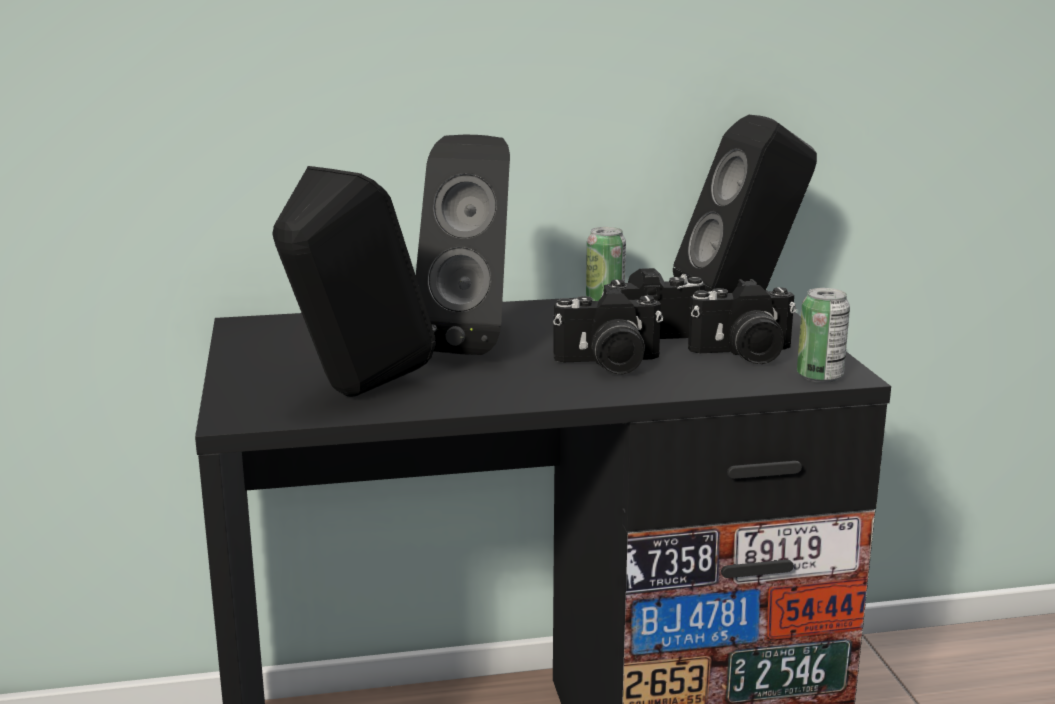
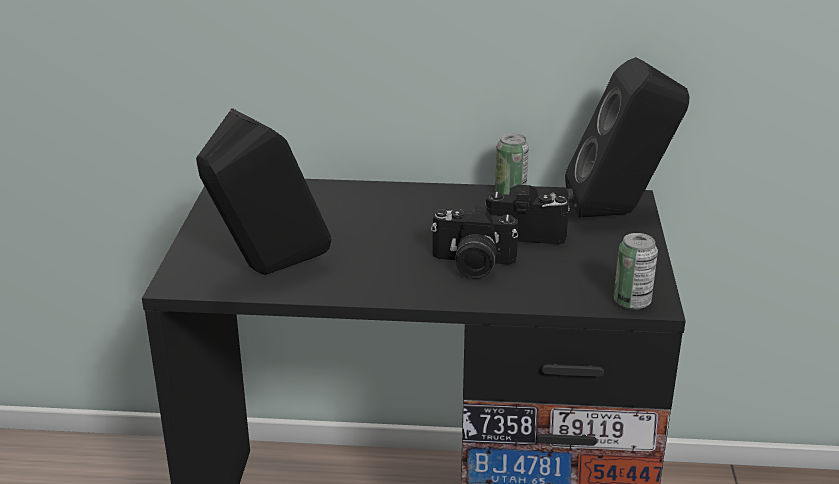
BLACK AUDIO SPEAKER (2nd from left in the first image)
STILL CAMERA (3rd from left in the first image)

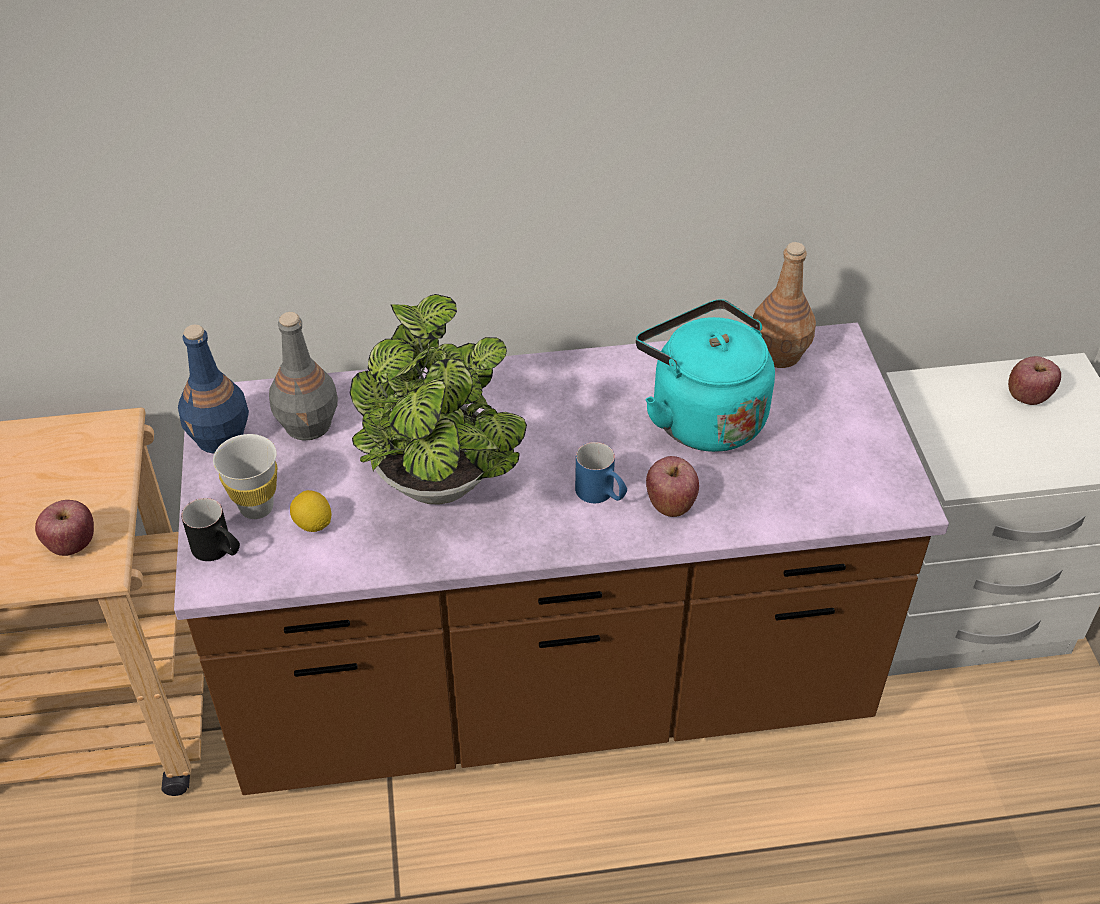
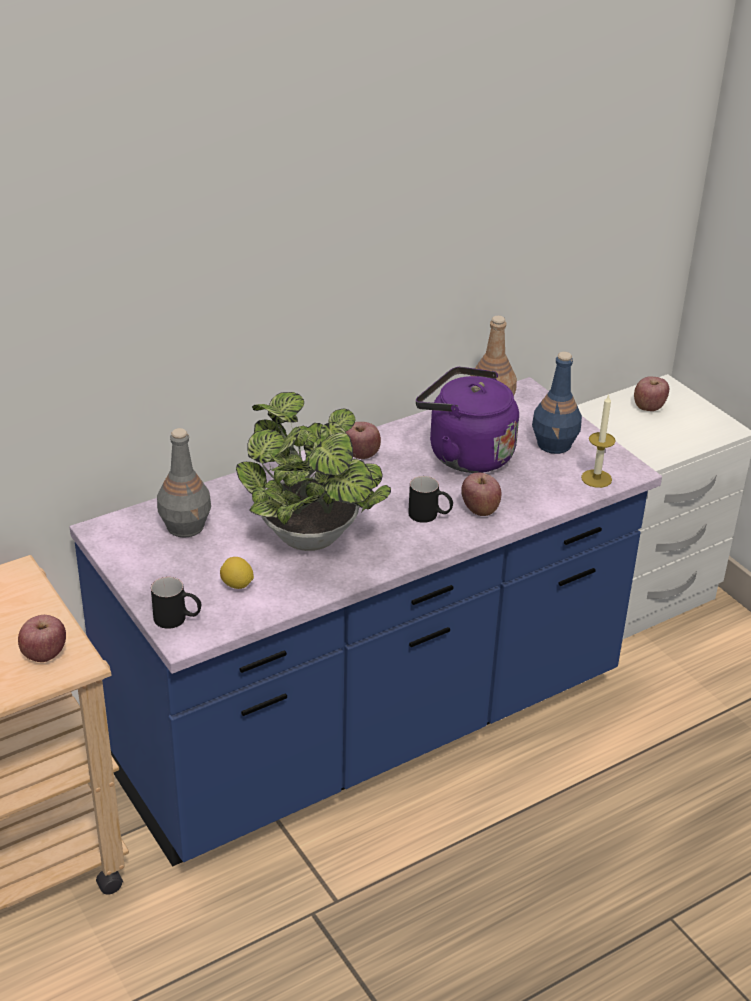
BLUE KITCHEN BASE UNIT
BLUE BOTTLE
WHITE-COLOURED SMALL CUP
BLACK COFFEE MUG (2nd from left)
PURPLE-COLOURED KETTLE
APPLE FRUIT (2nd from left)
WAX LIGHT

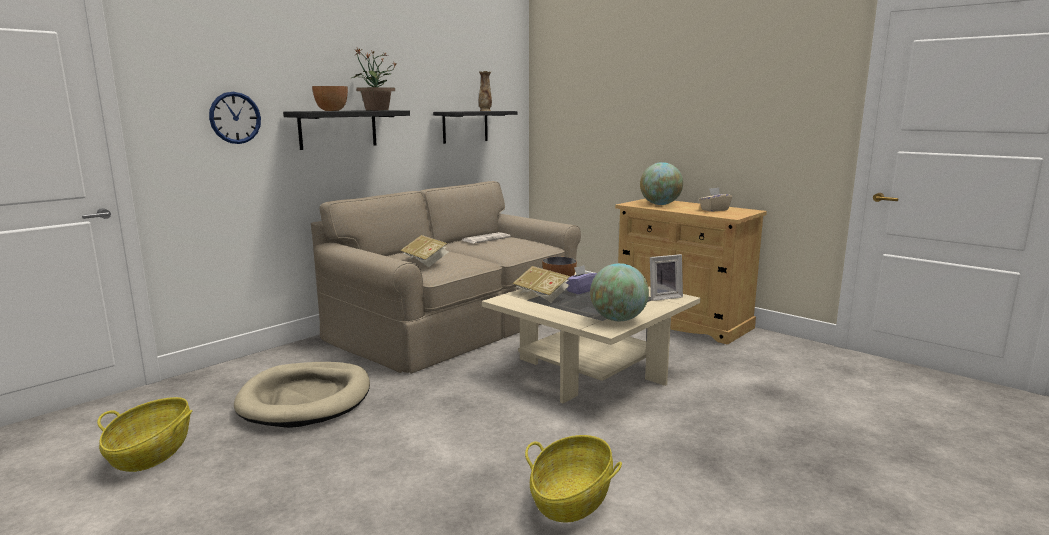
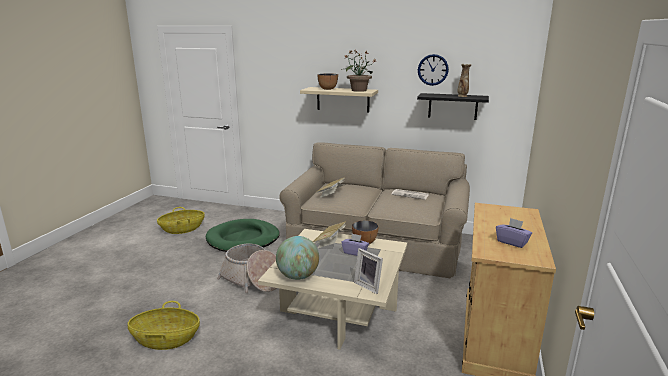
WALL CLOCK
GREENISH DOG BED
BEIGE-COLOURED WALL SHELF
WORLD GLOBE (2nd from left in the first image)
PURPLE-COLOURED TISSUE BOX (2nd from left)
BASKET (3rd from left)

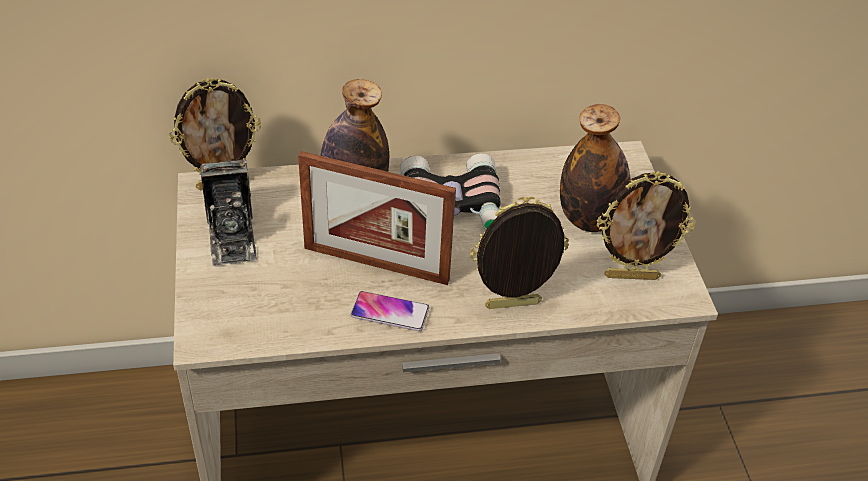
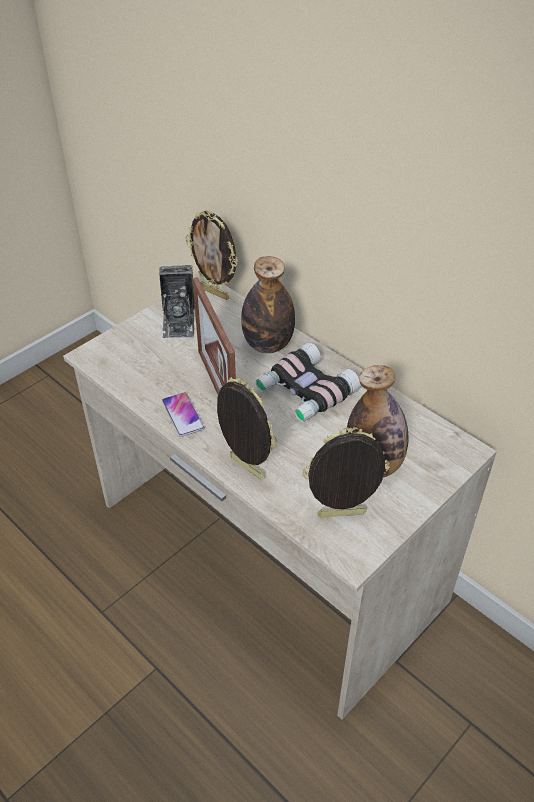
STILL CAMERA
STANDING FRAME (4th from left)

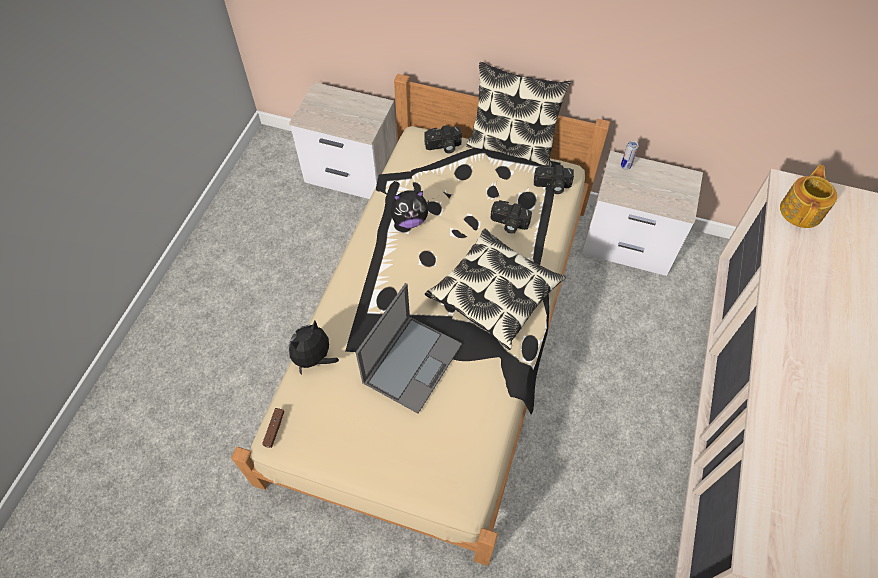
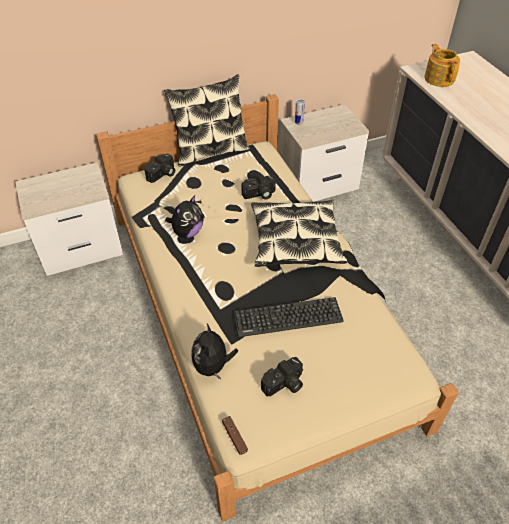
COMPUTER KEYBOARD
STILL CAMERA (3rd from left)

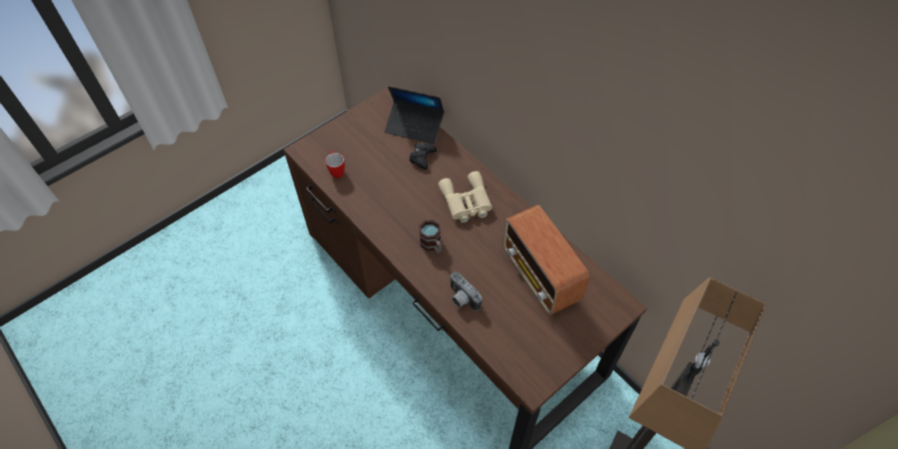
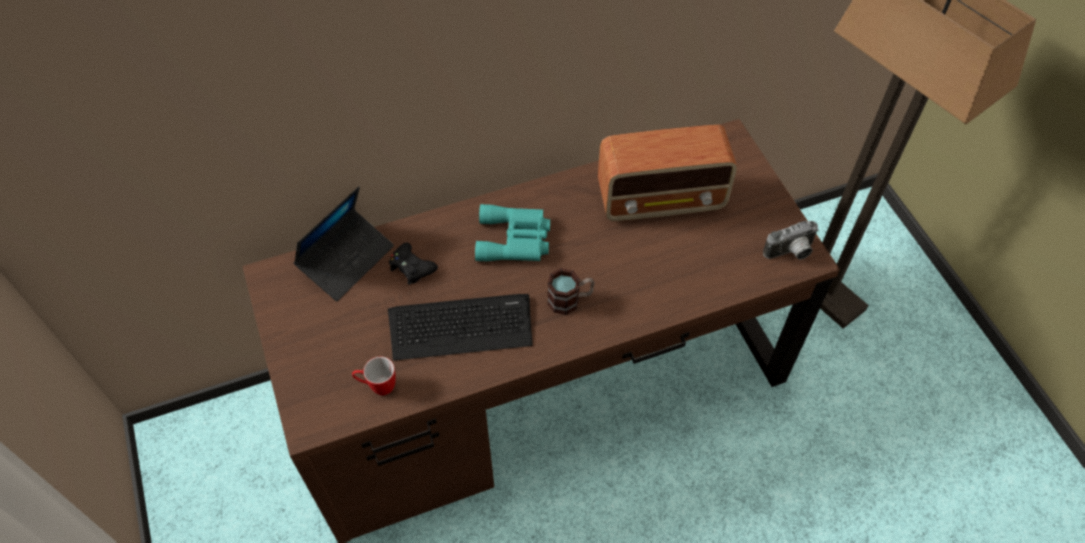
TURQUOISE BINOCULARS
STILL CAMERA
COMPUTER KEYBOARD

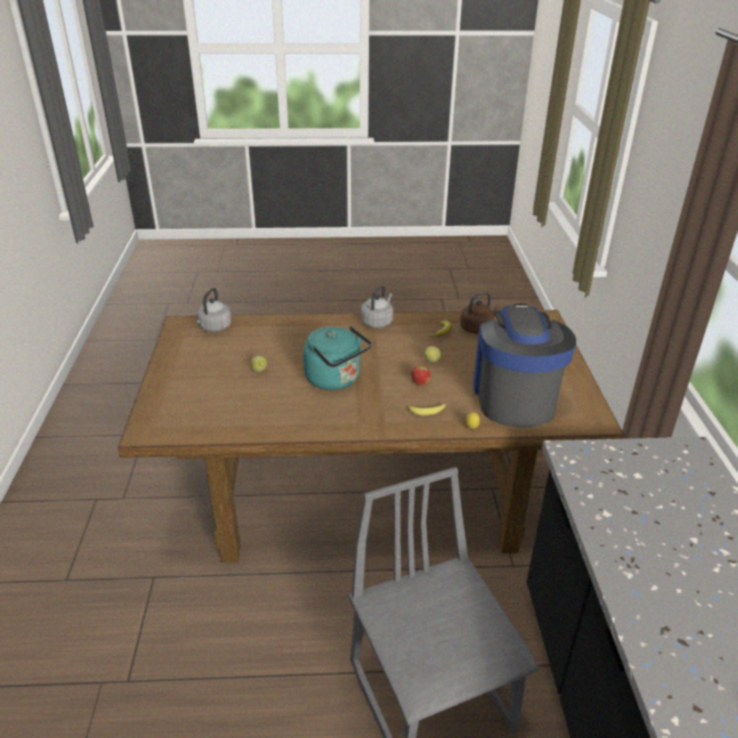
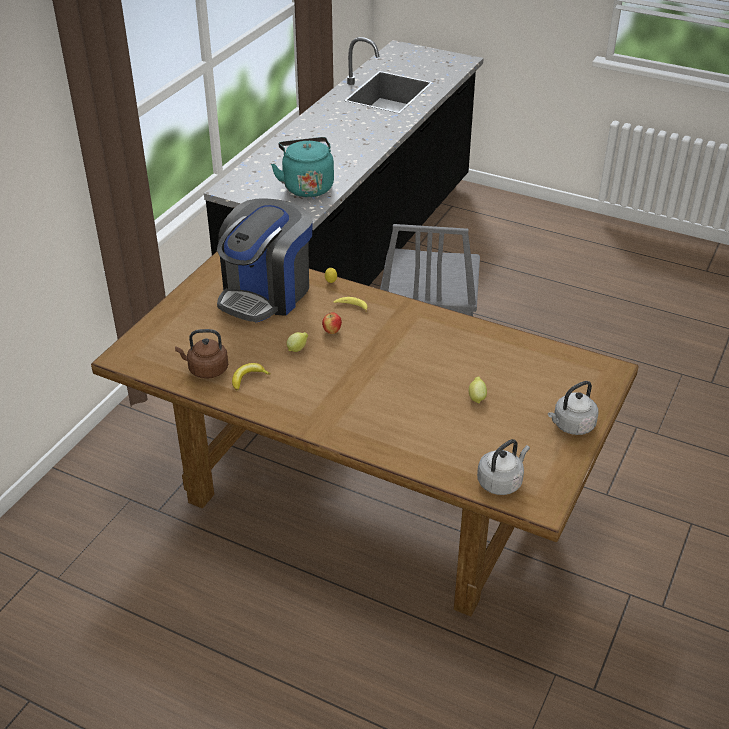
TURQUOISE KETTLE
GRAY KETTLE (2nd from left)

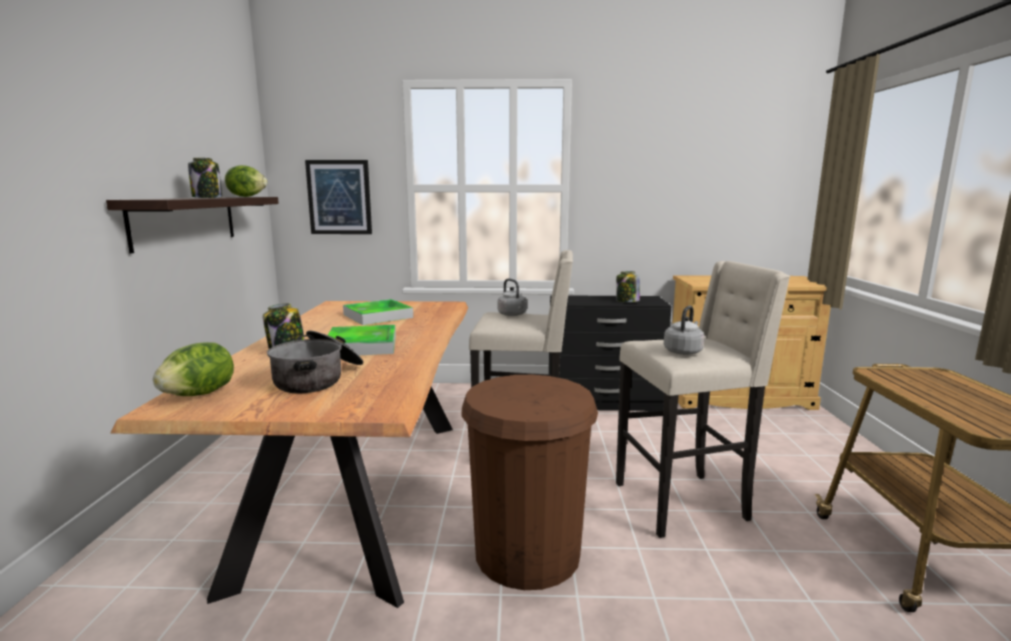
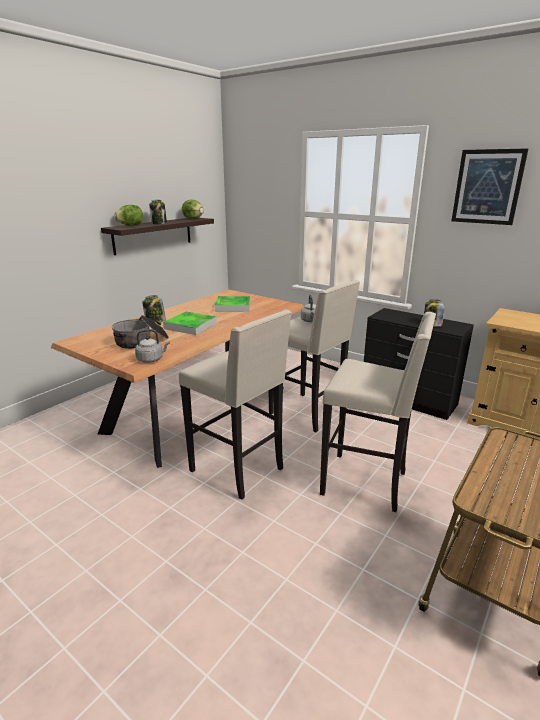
LETTUCE (1st from left)
WALL PICTURE
BEIGE-COLOURED SITTING STOOL (1st from left)
GRAY KETTLE (1st from left)

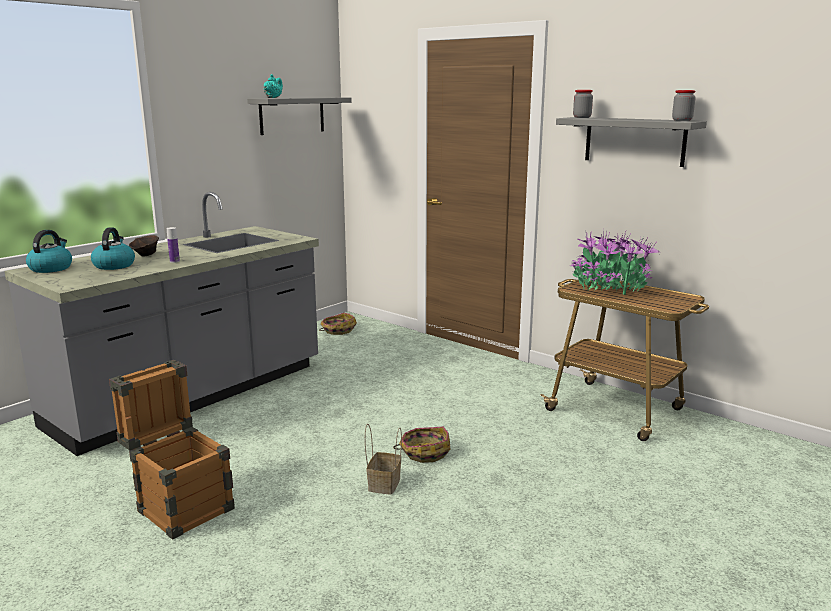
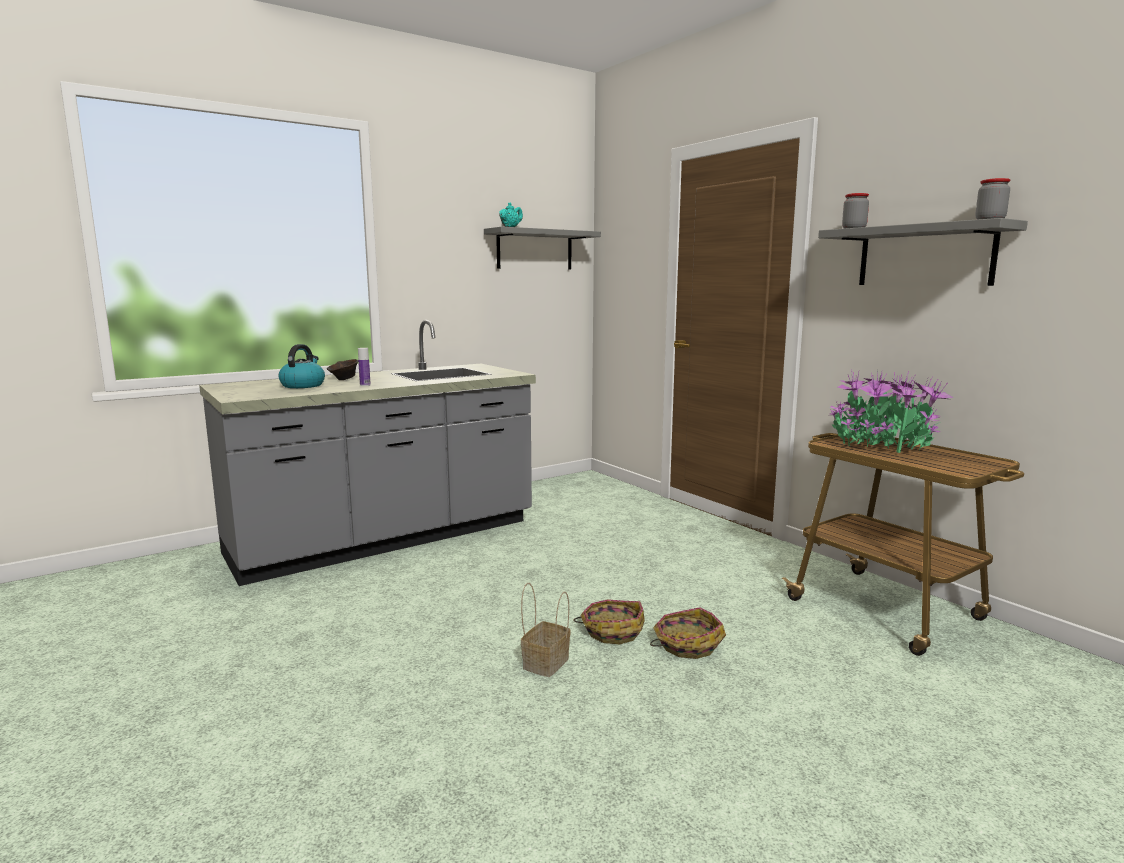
KETTLE (1st from left in the first image)
PACKING CRATE
BASKET (3rd from left)

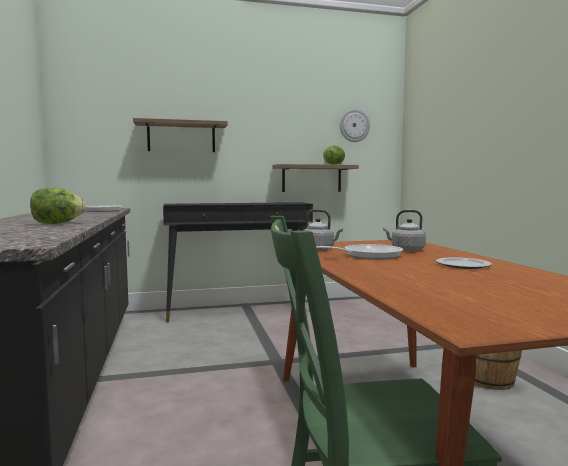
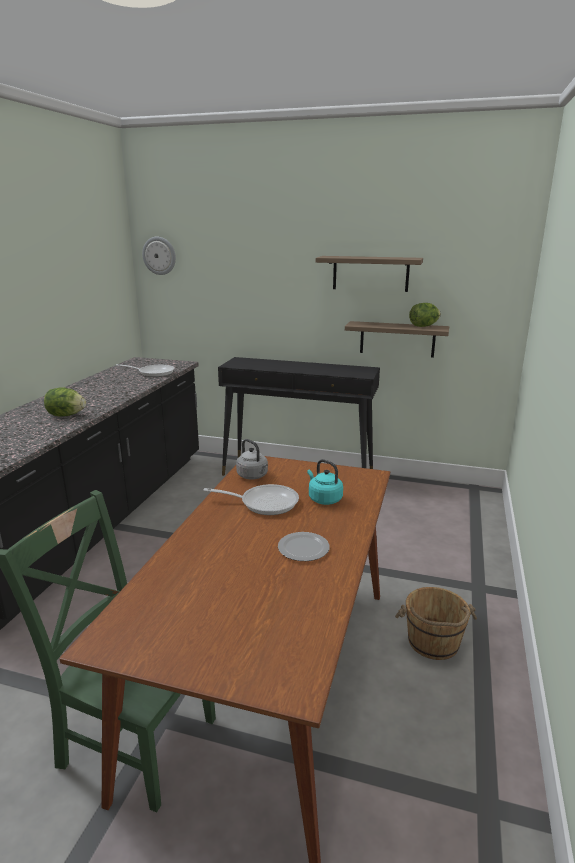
WALL SHELF (1st from left)
WALL CLOCK
TURQUOISE KETTLE

